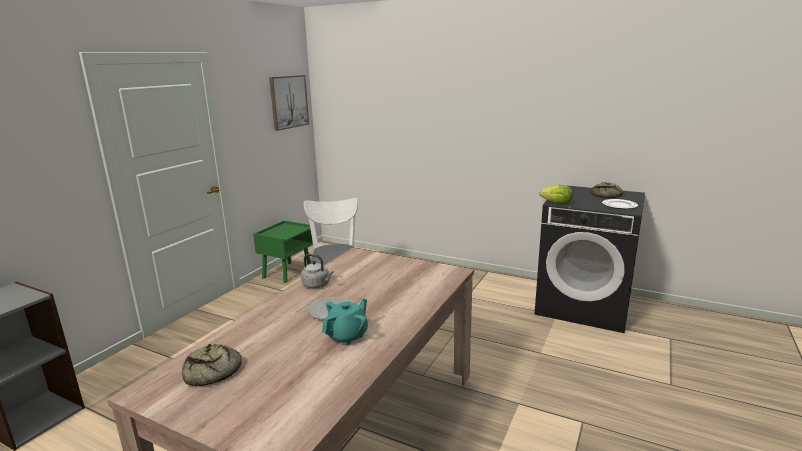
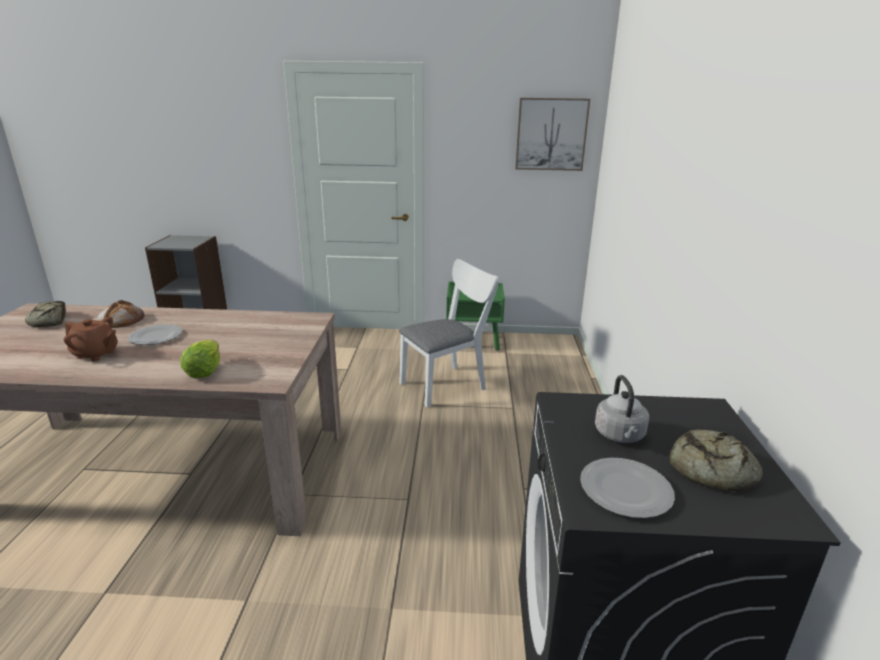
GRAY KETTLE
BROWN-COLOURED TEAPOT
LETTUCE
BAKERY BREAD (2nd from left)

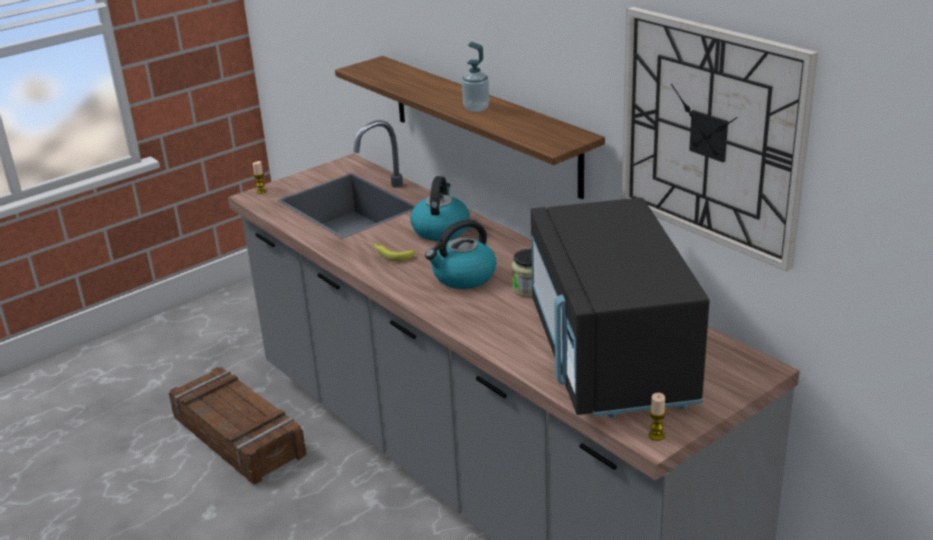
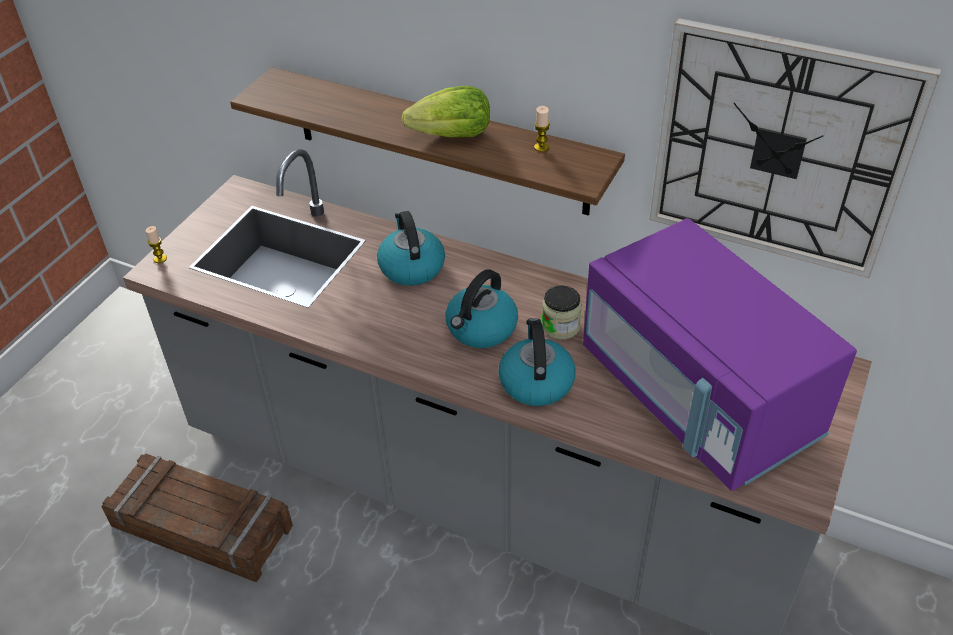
WHOLE BANANA
LETTUCE
PURPLE-COLOURED MICROWAVE
WAX LIGHT (2nd from left)
KETTLE (3rd from left)

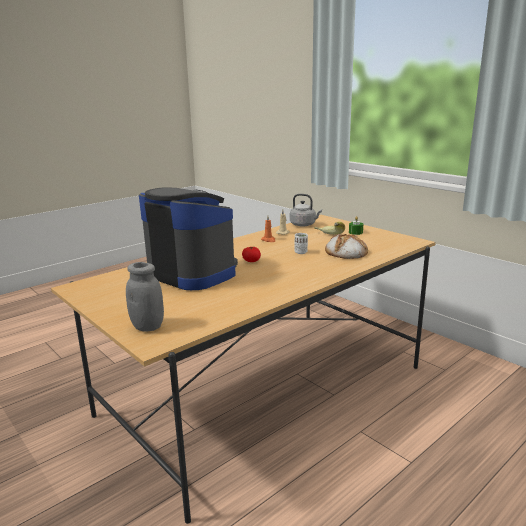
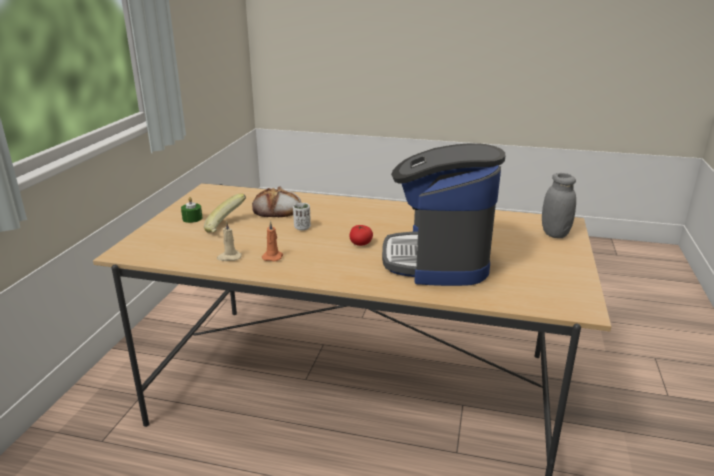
GRAY KETTLE

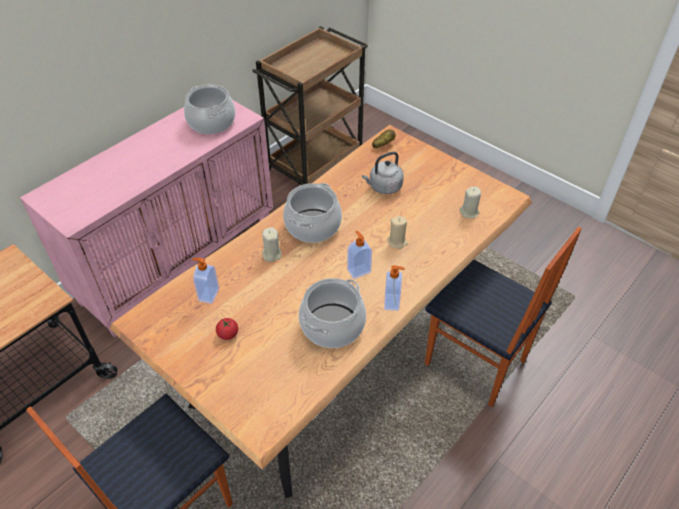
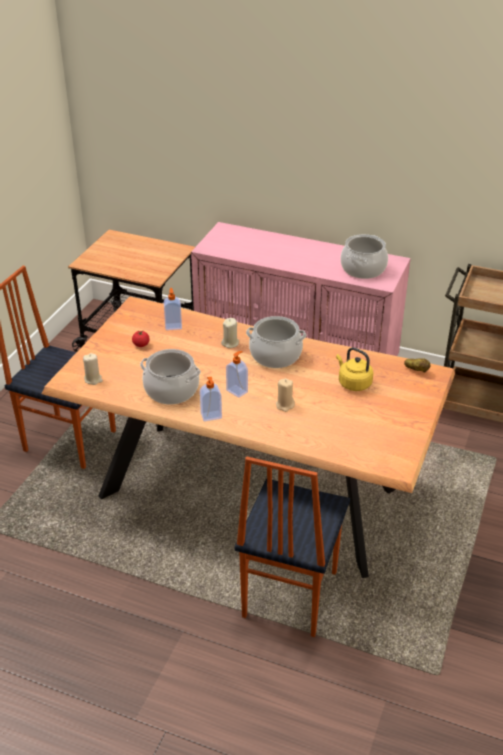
YELLOW KETTLE
BEIGE-COLOURED WAX LIGHT (1st from left)

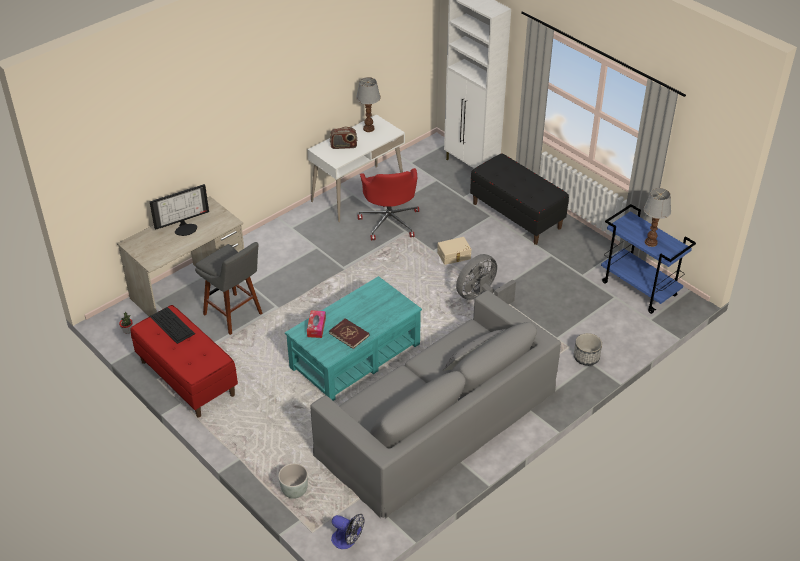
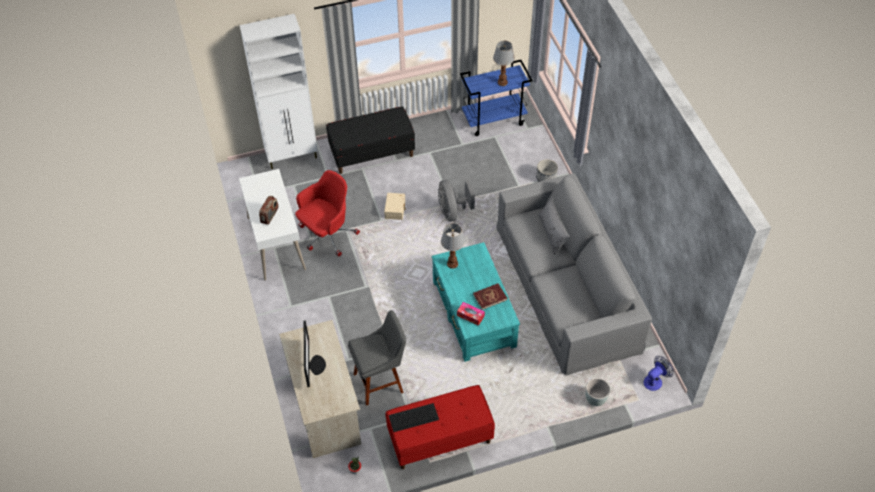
TABLETOP LAMP (1st from left)
RED-COLOURED COMPUTER CHAIR

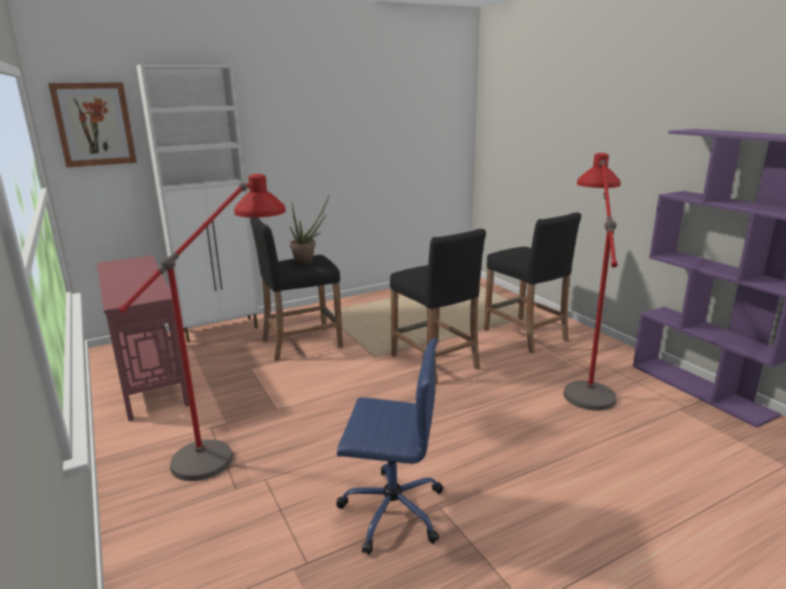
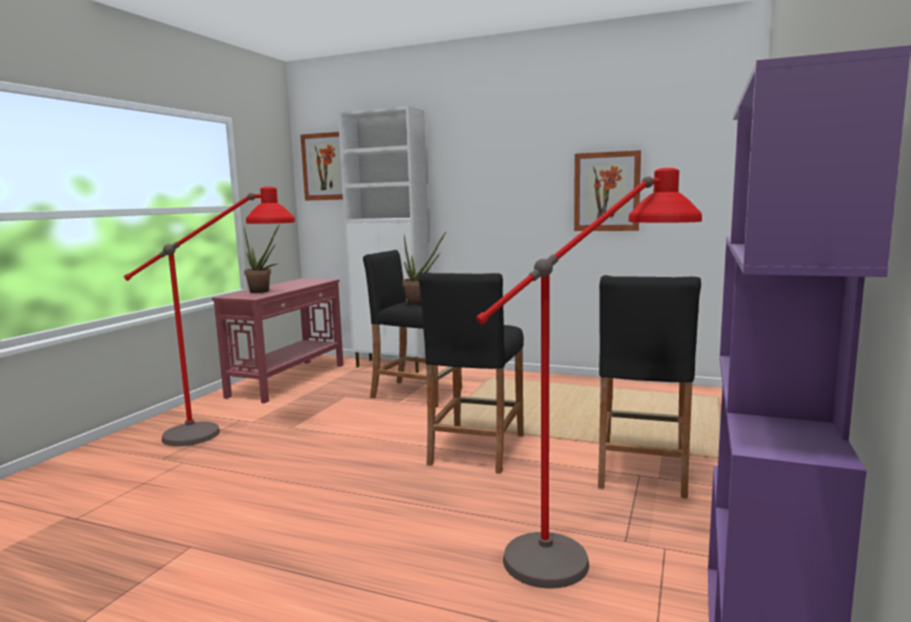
BLUE COMPUTER CHAIR
HOUSEPLANT (1st from left)
WALL PICTURE (2nd from left)

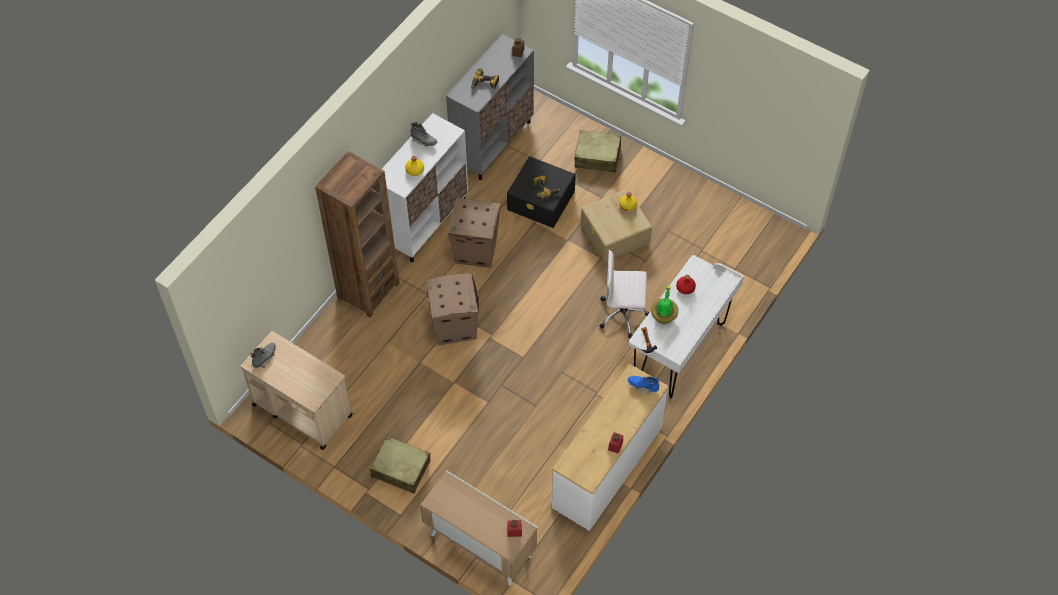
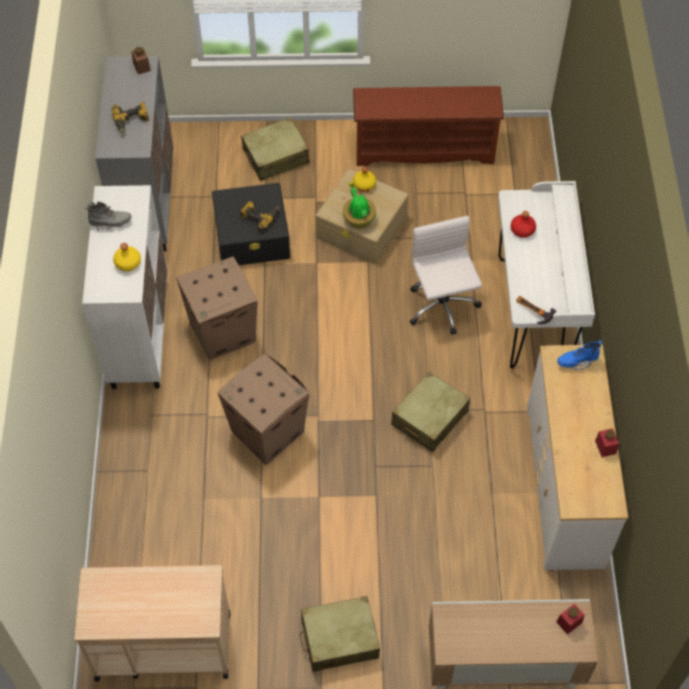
GRAY BOOT (1st from left in the first image)
BROWN-COLOURED SHELVING UNIT
WHITE-COLOURED COMPUTER CHAIR
HOUSEPLANT
BROWN-COLOURED SHOE RACK
BEIGE-COLOURED SUITCASE (3rd from left)

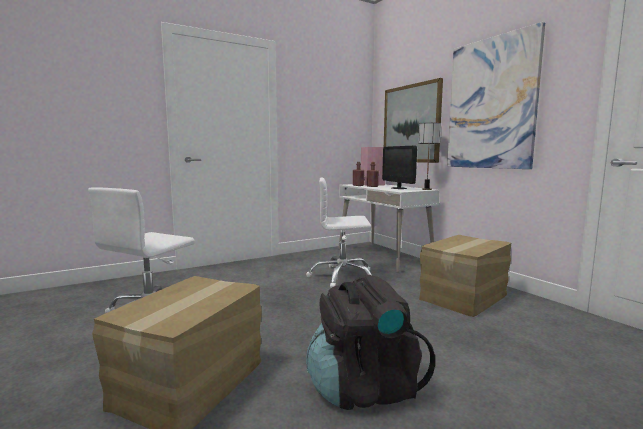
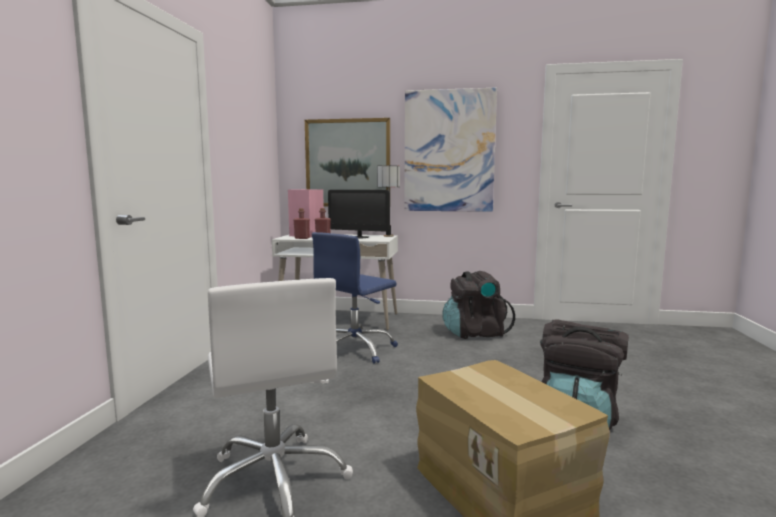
BLUE COMPUTER CHAIR
BLACK KNAPSACK (1st from left)

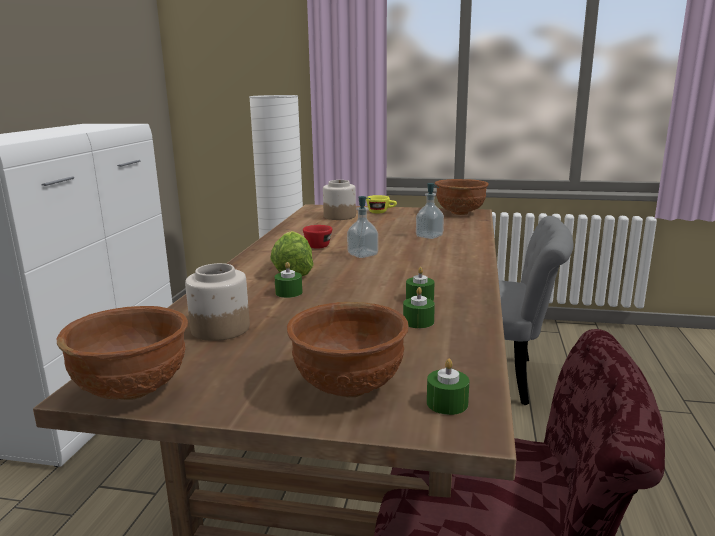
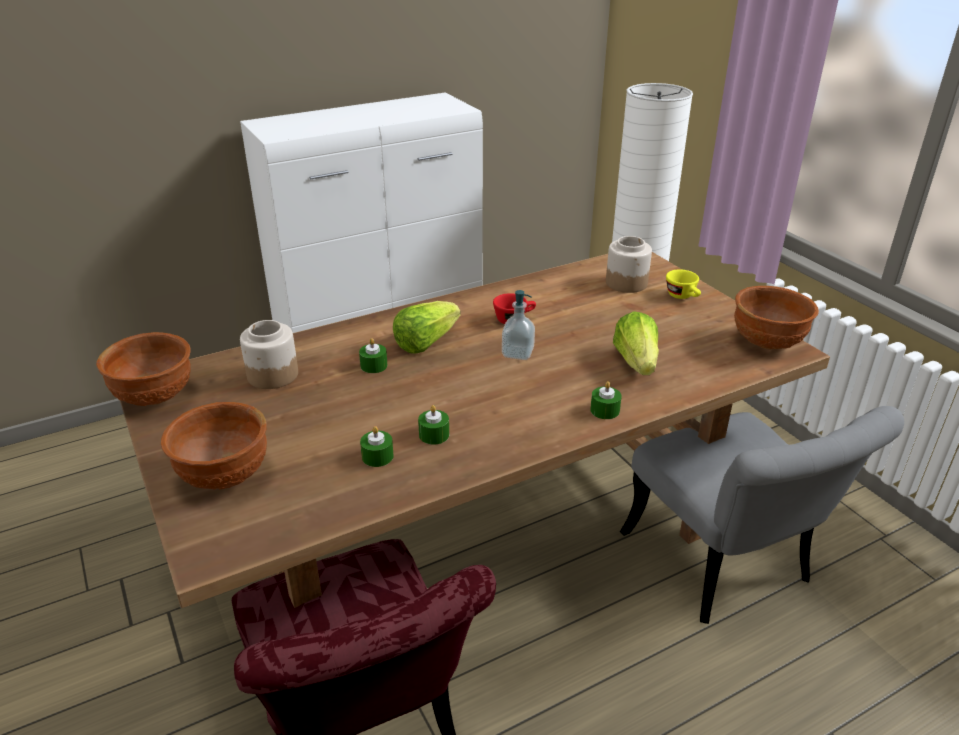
LETTUCE (2nd from left)
GREENISH WAX LIGHT (4th from left)

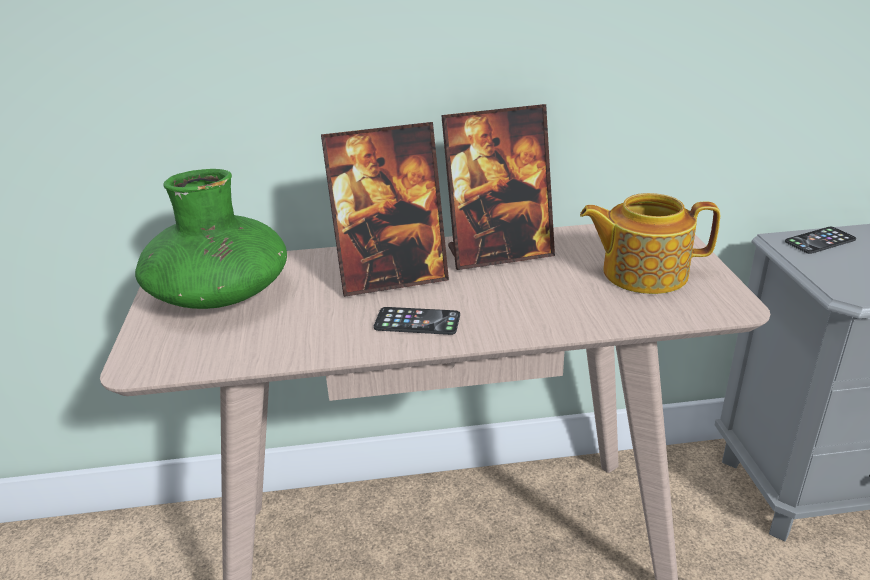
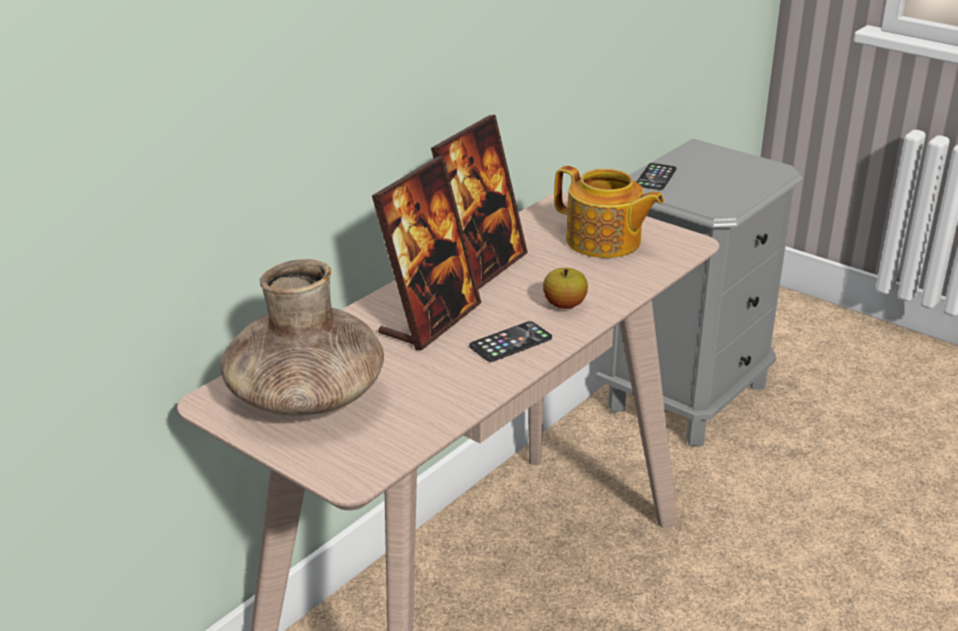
BROWN-COLOURED FLOWER VASE
TEAPOT
APPLE FRUIT

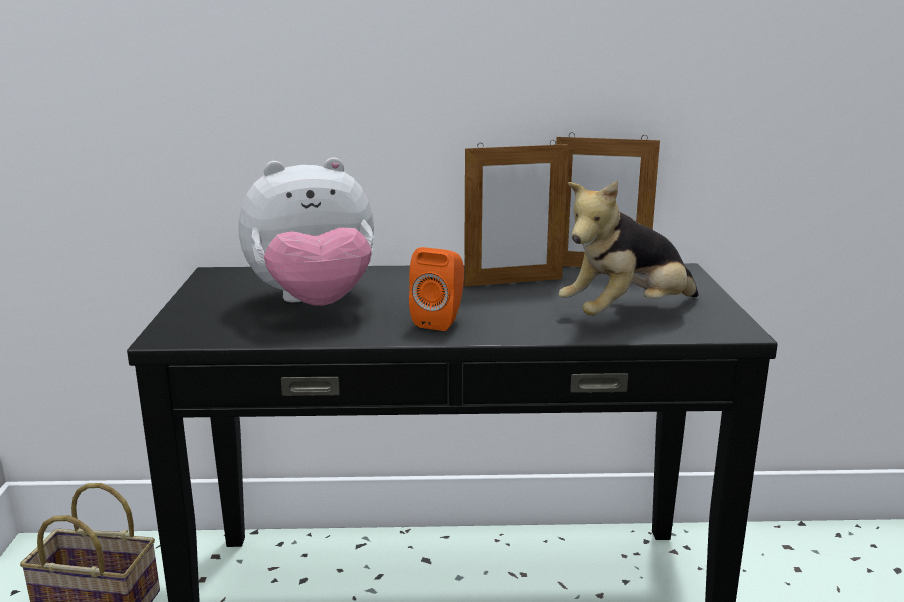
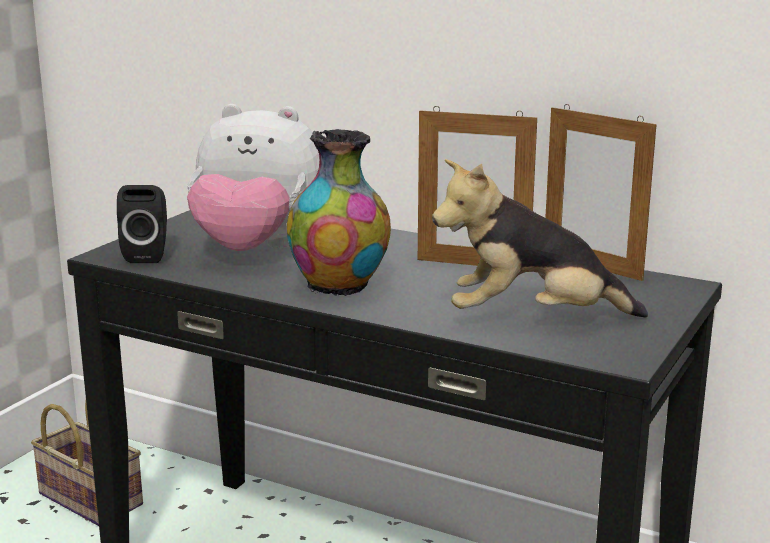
FLOWER VASE
BLACK AUDIO SPEAKER

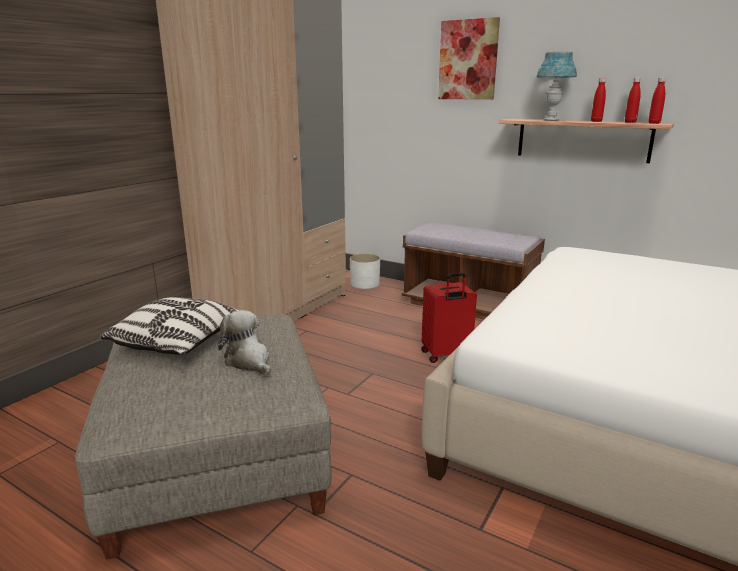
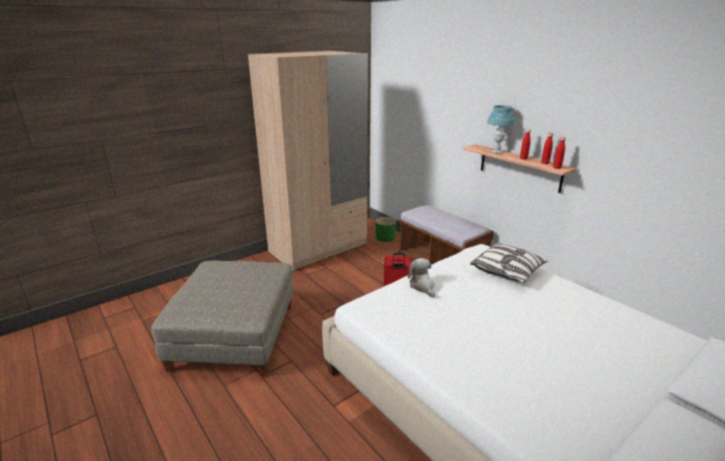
THROW PILLOW
CUDDLY TOY
GREENISH PLANTER
WALL PICTURE

